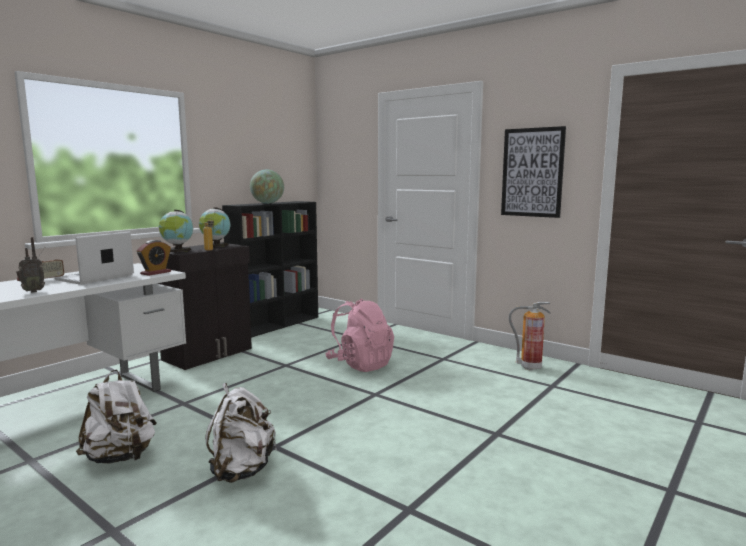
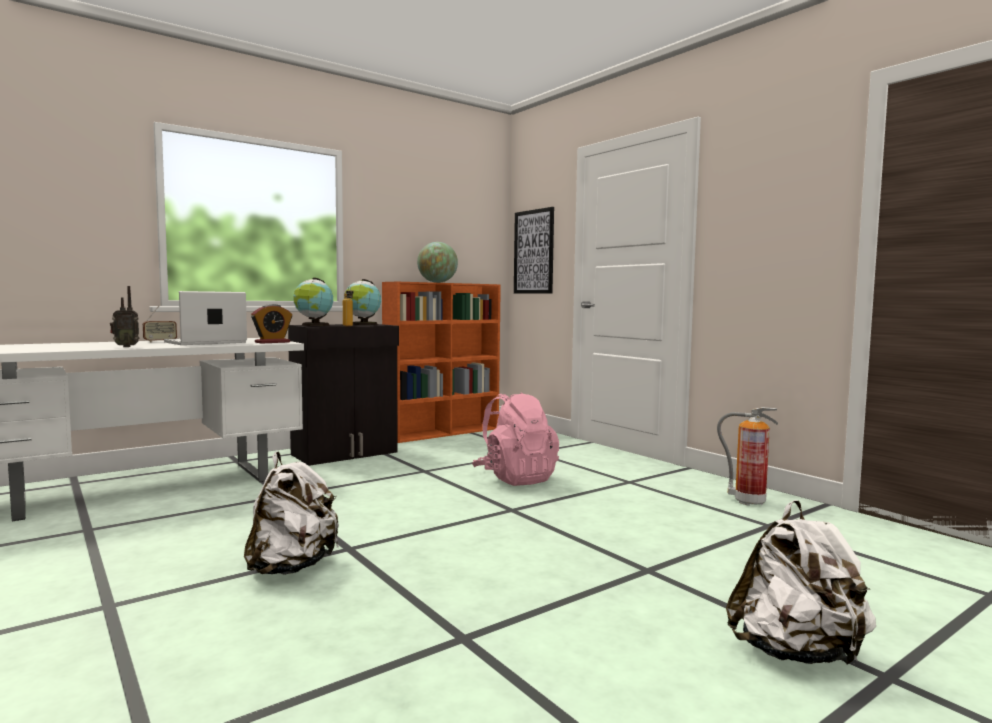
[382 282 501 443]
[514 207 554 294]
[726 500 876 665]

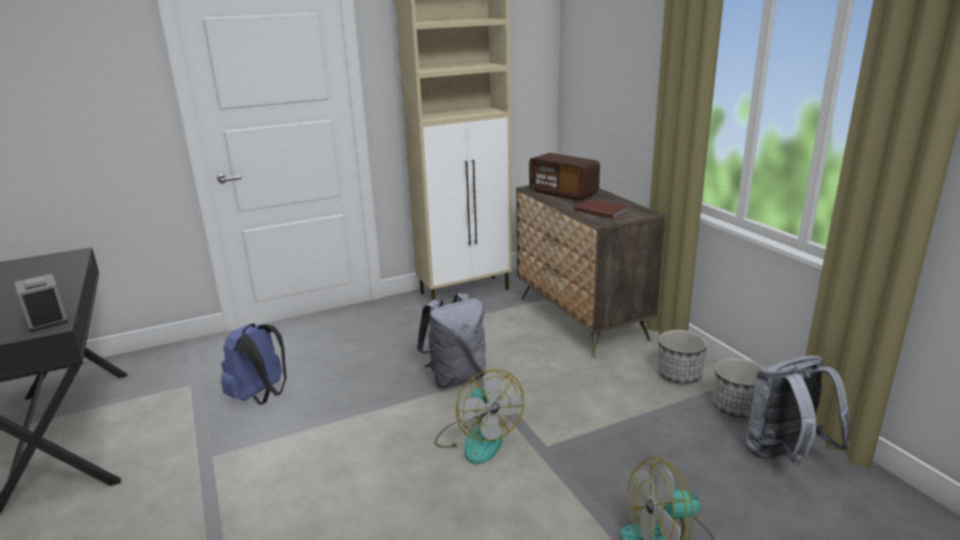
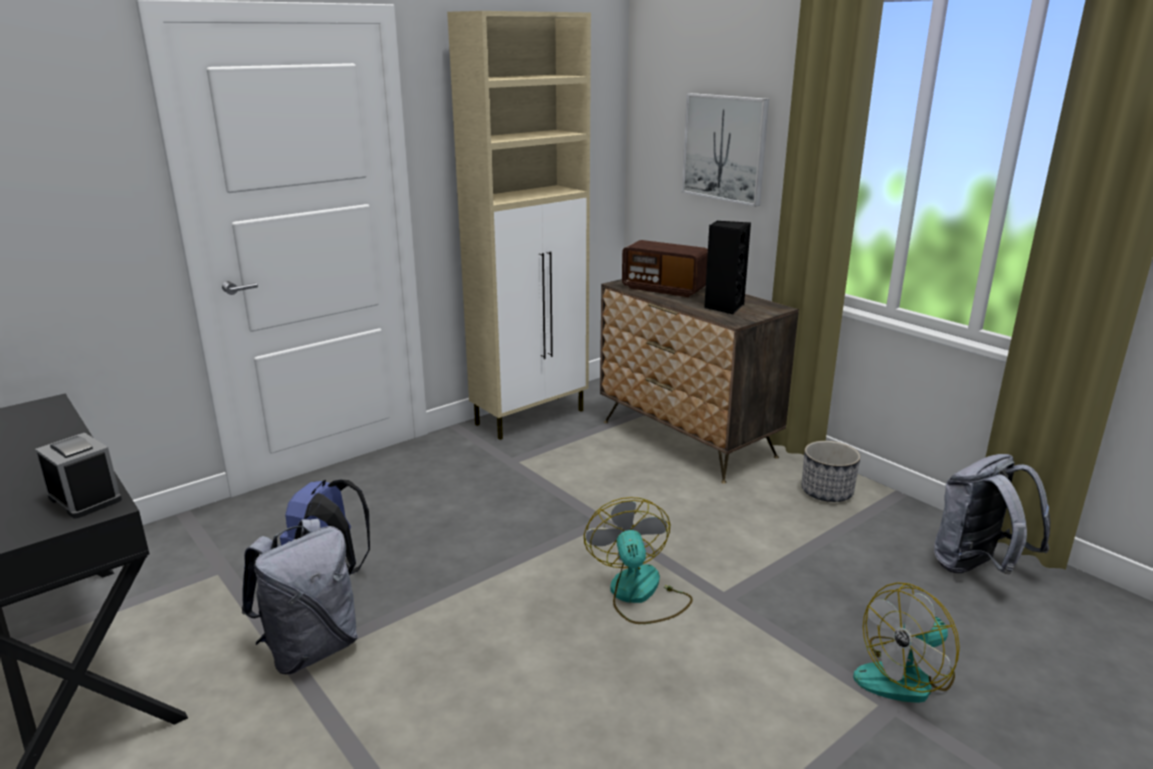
[242 519 358 674]
[584 497 693 624]
[682 93 769 207]
[704 220 751 315]
[712 358 765 418] (first image)

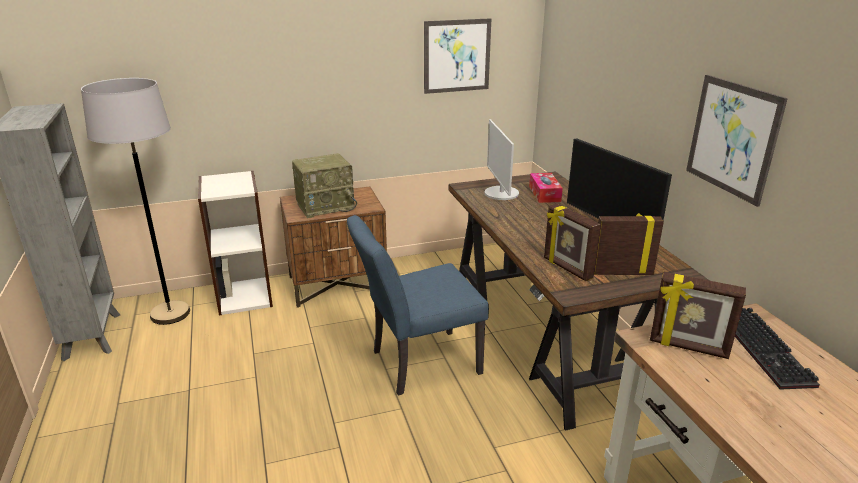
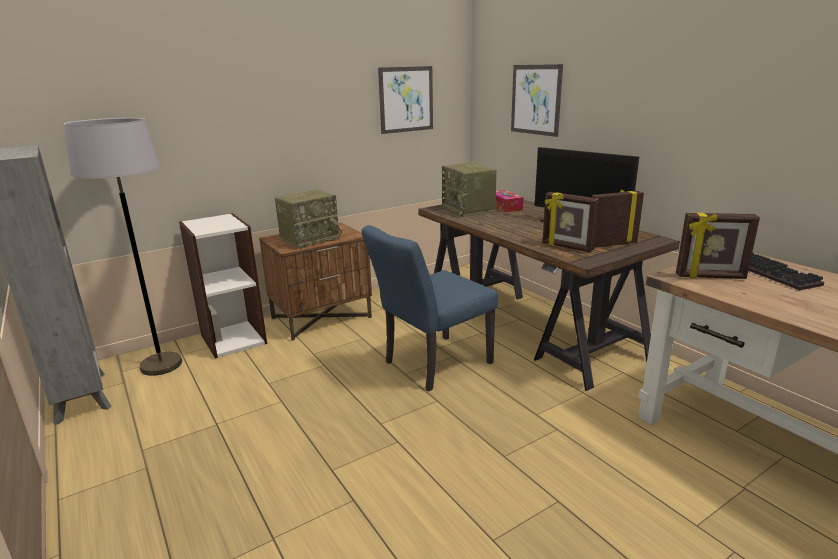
[442 162 497 217]
[511 64 563 137]

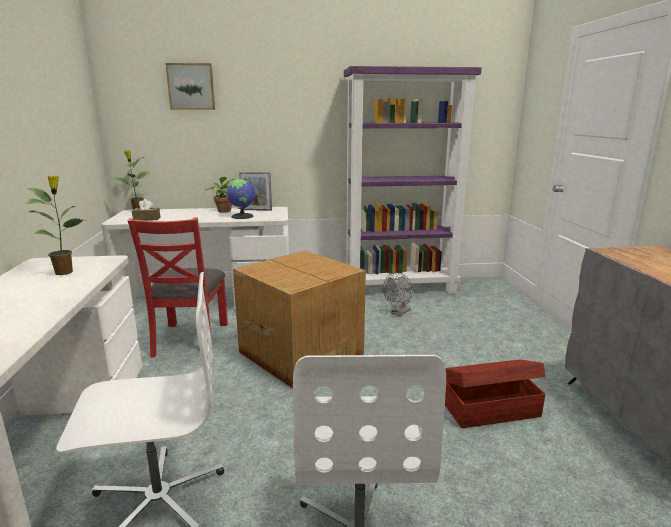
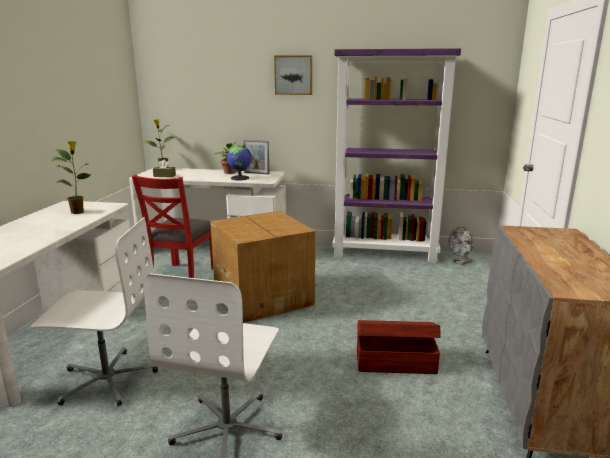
[274 55 312 95]
[448 227 474 265]

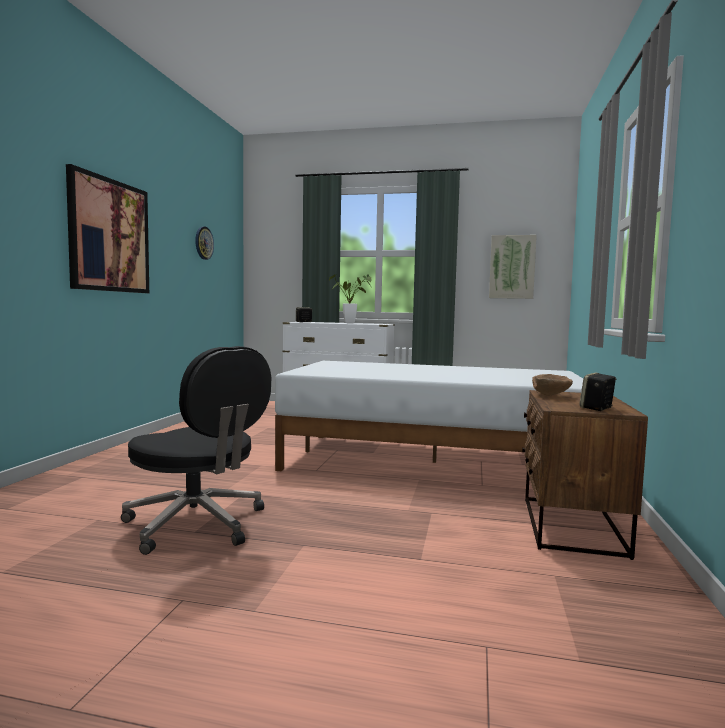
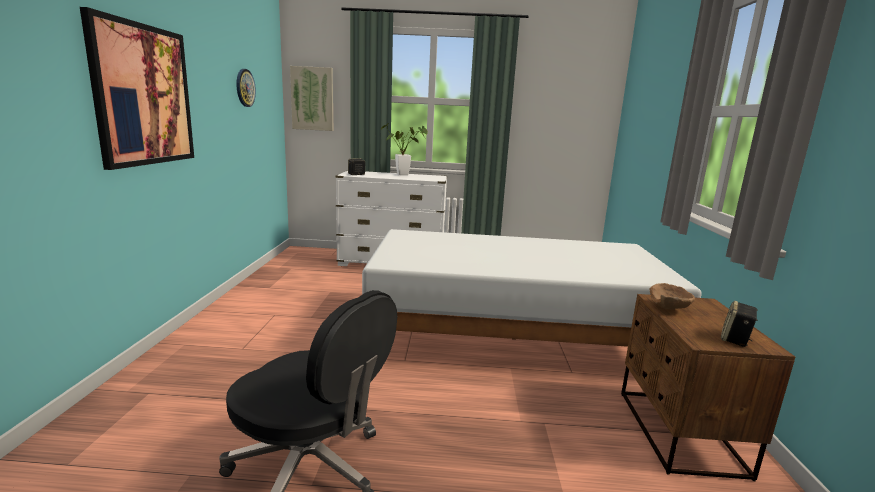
[290 66 333 131]

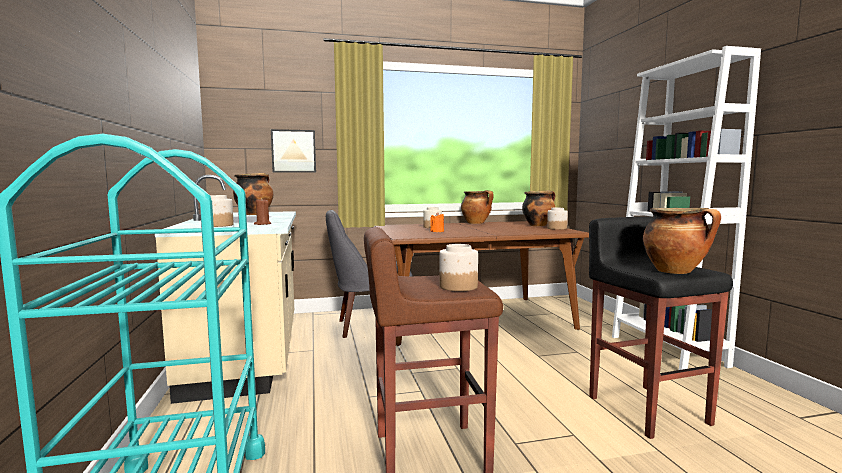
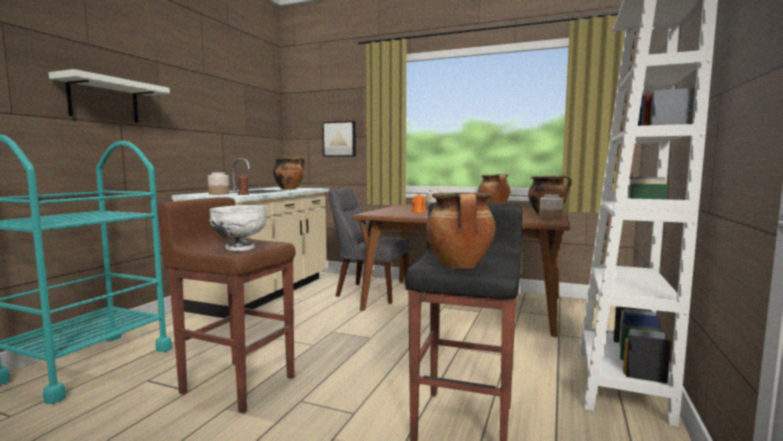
[49 69 170 123]
[209 205 266 251]

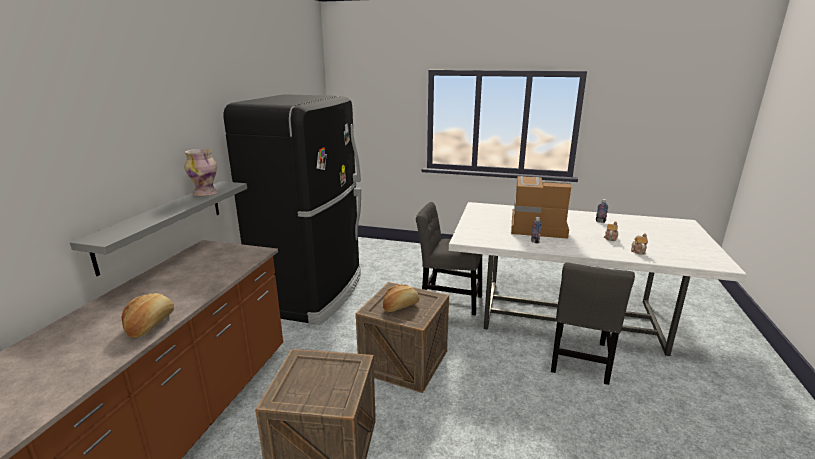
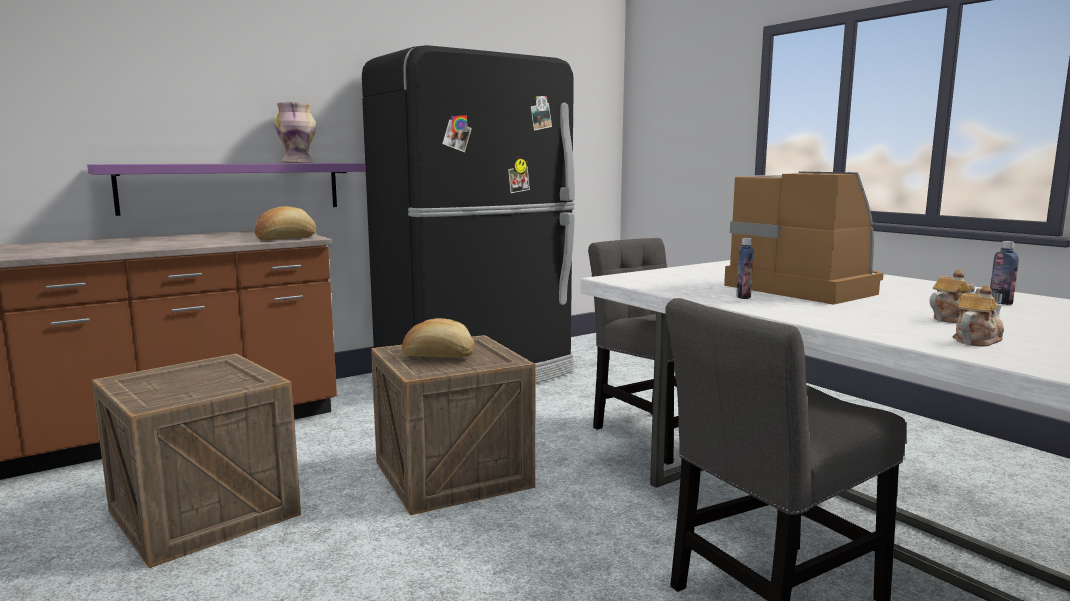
[87 163 365 216]
[255 206 316 240]

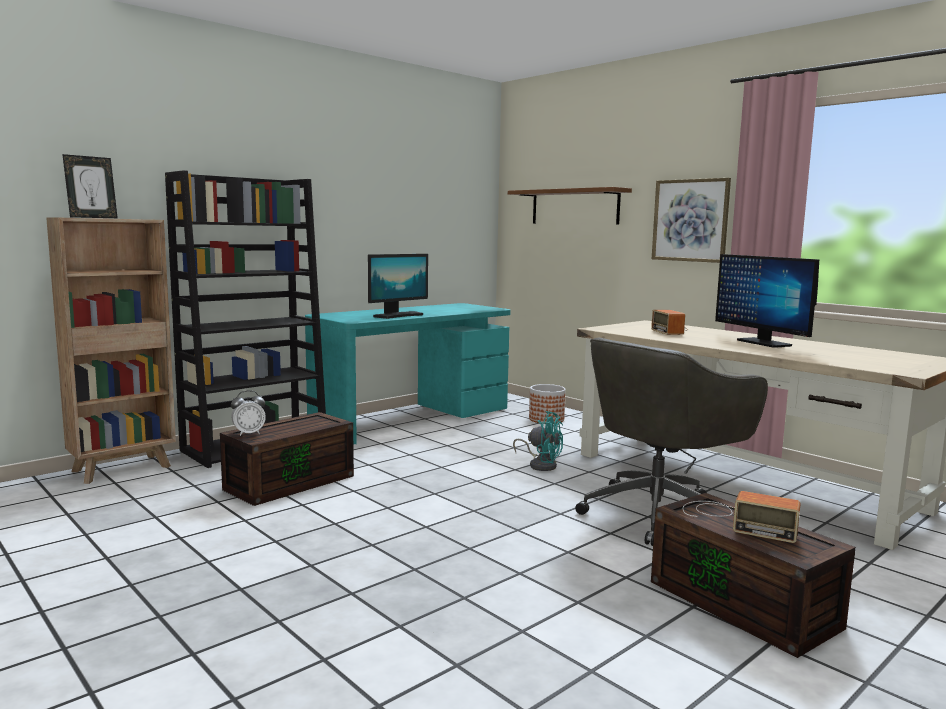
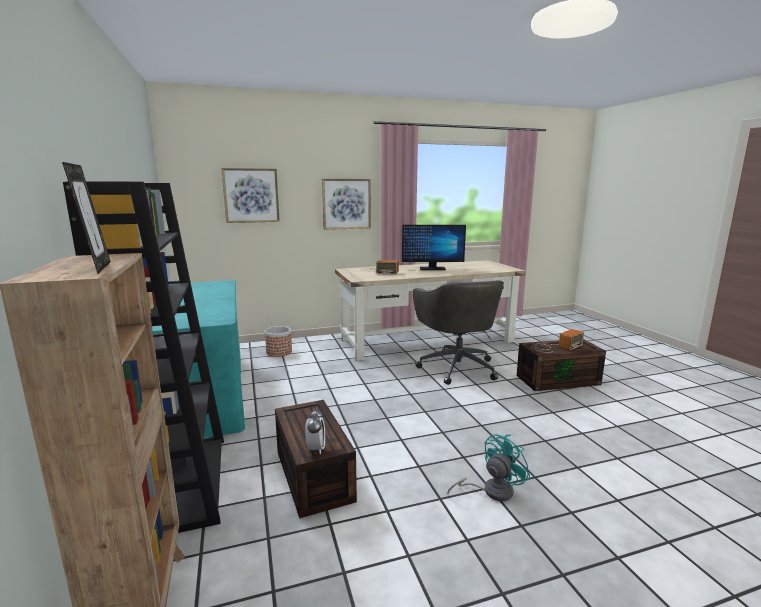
[221 168 280 223]
[447 434 531 501]
[368 254 428 319] (first image)

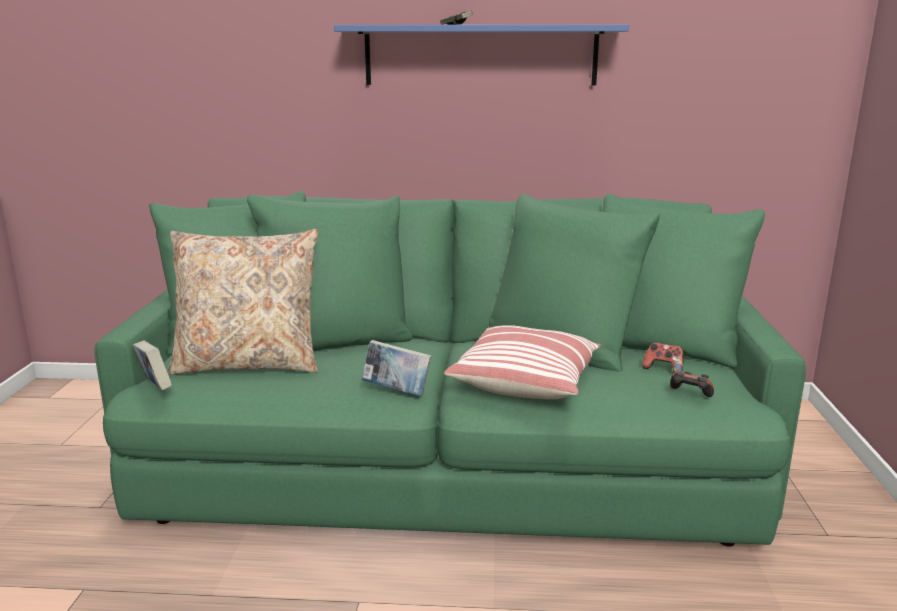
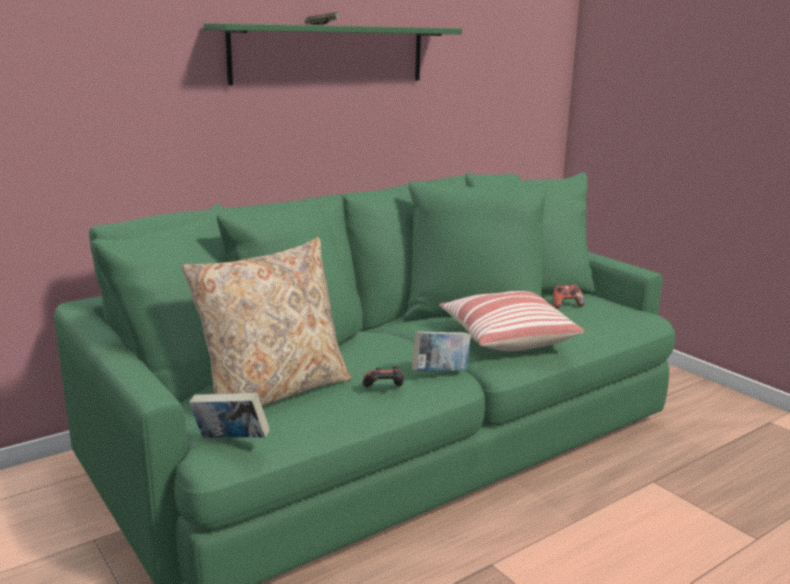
[203 23 462 86]
[363 366 404 387]

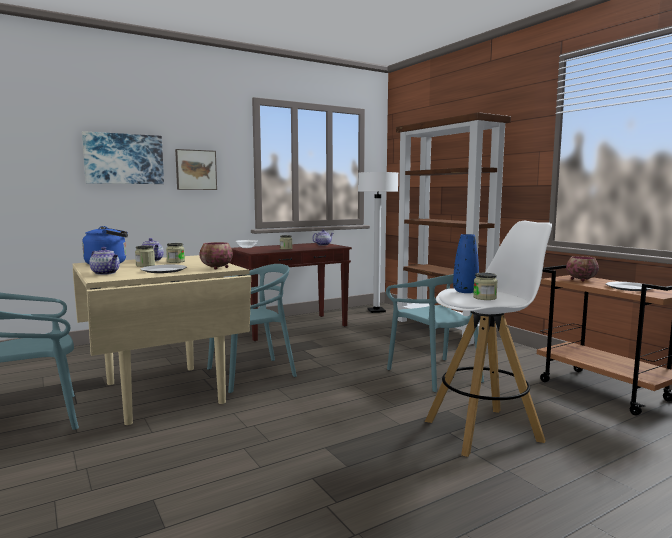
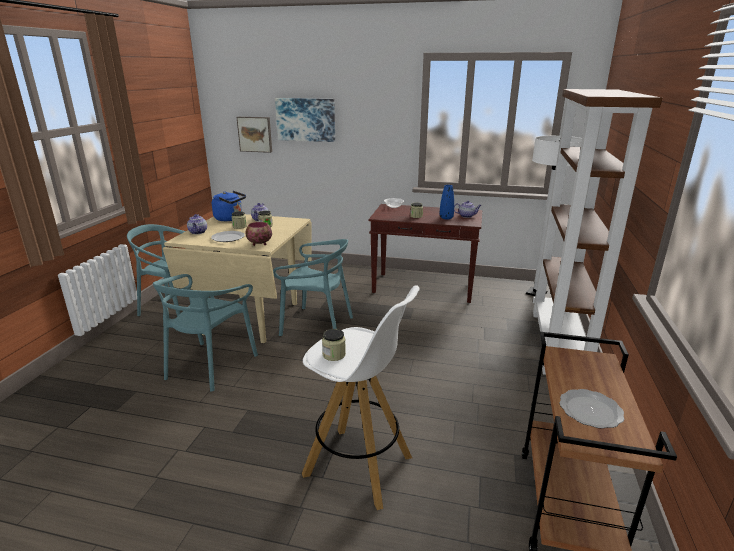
[153 274 258 392]
[237 117 272 153]
[440 185 454 220]
[566 256 599 282] (first image)

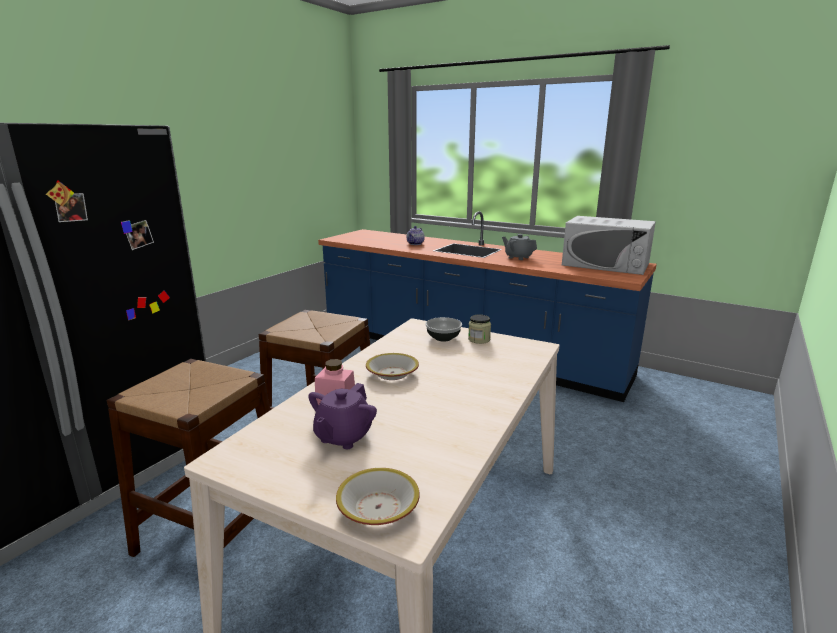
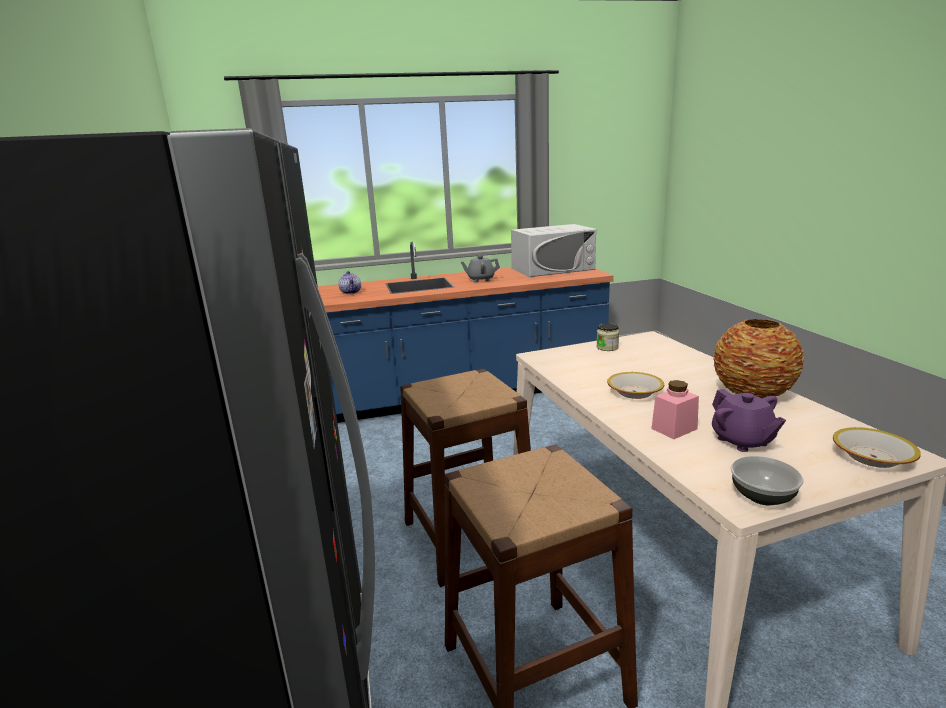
[713 319 804 398]
[731 456 804 505]

